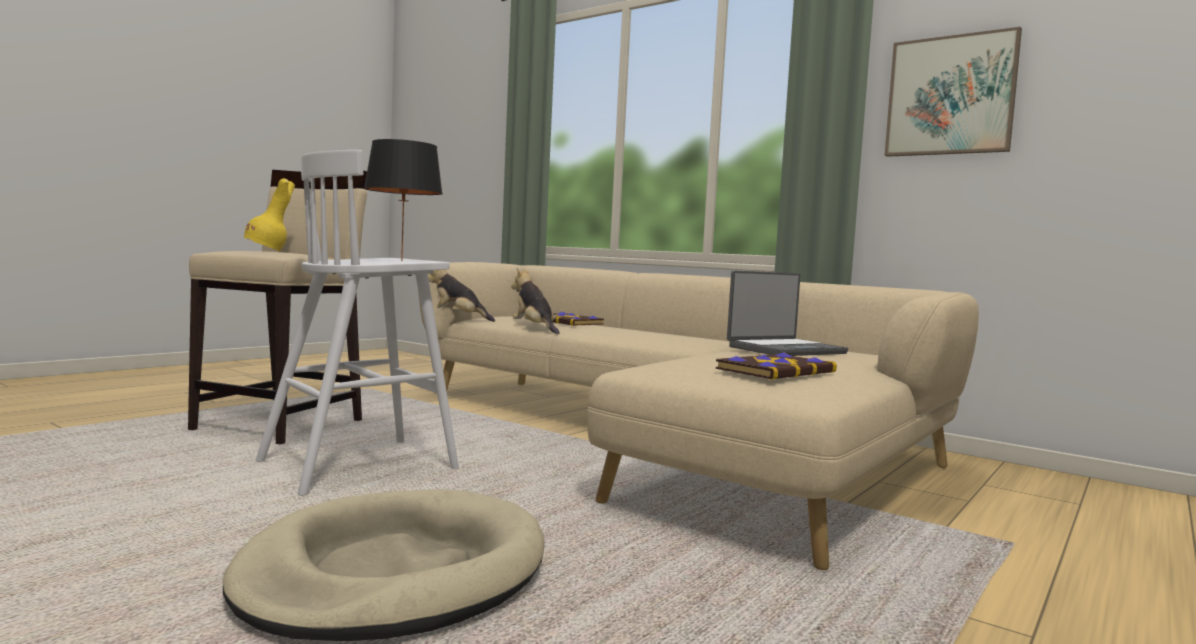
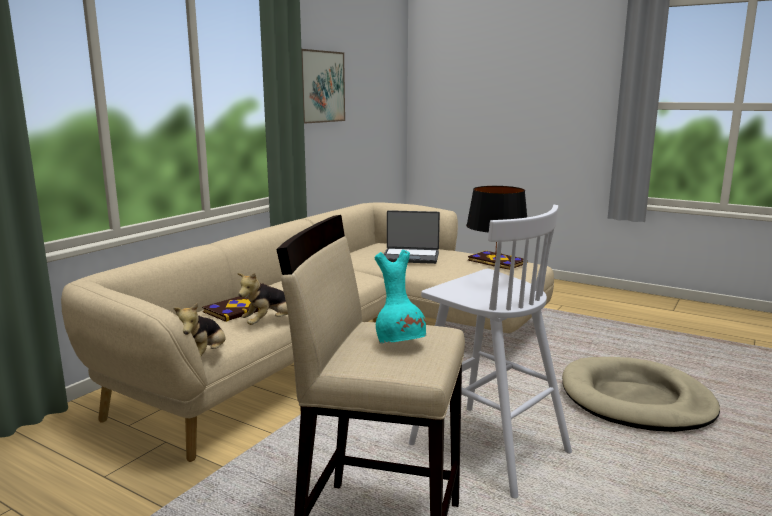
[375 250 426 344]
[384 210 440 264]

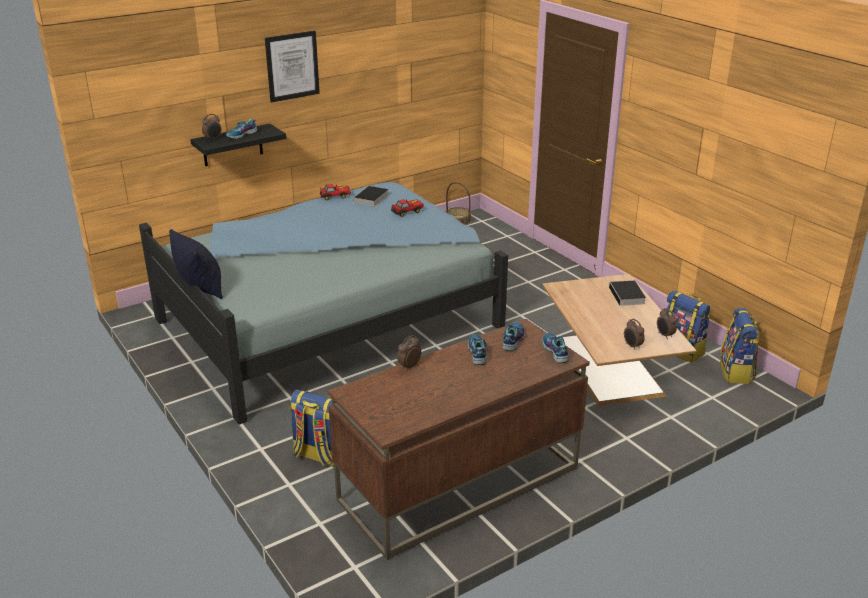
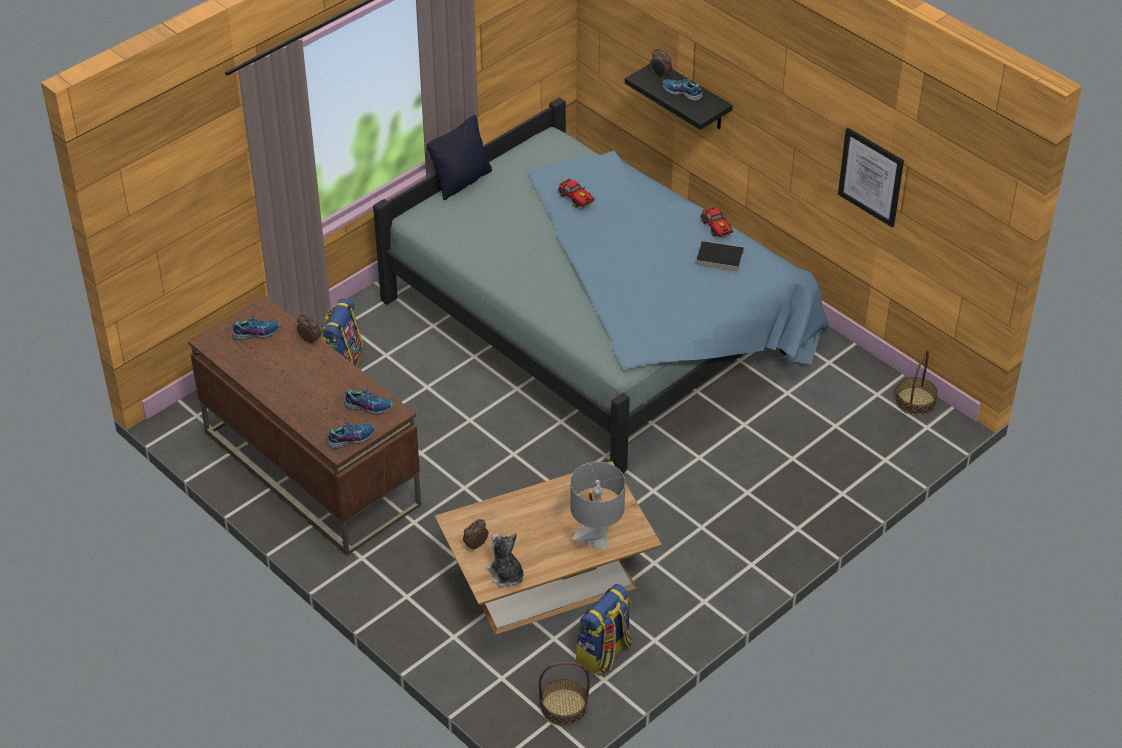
[232 314 280 340]
[486 533 524 587]
[539 662 590 726]
[558 178 594 208]
[570 462 625 549]
[838 128 904 227]

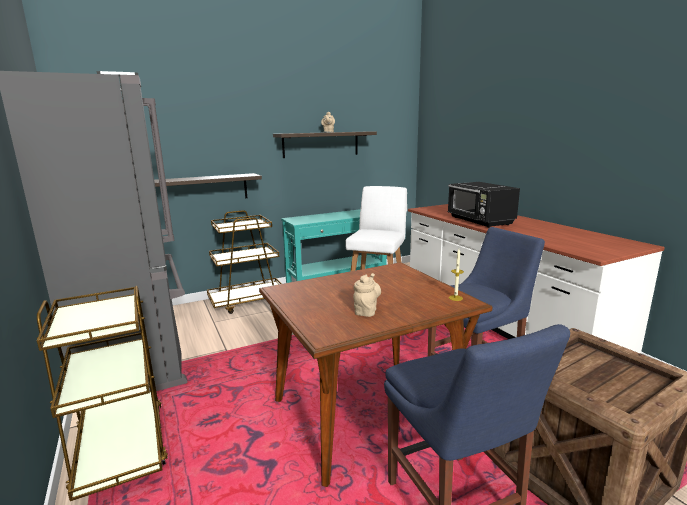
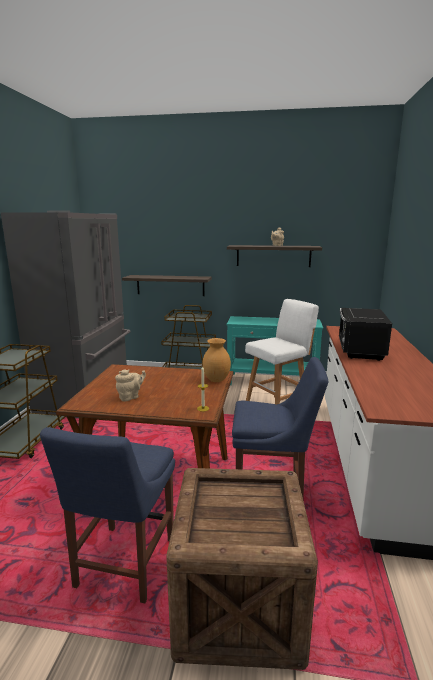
[203 338 231 382]

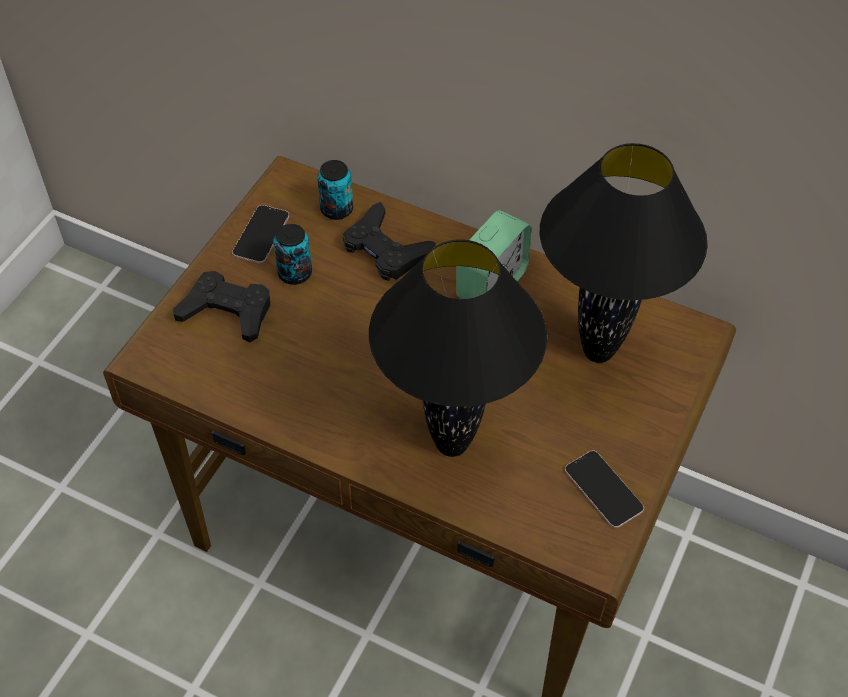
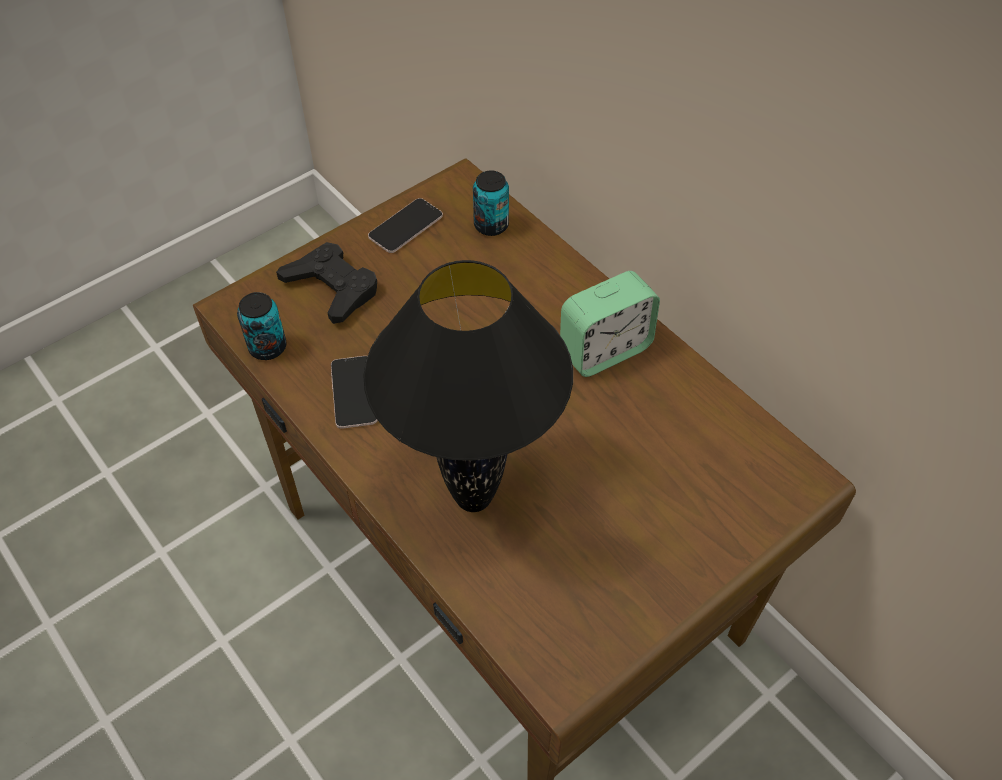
[237 292 287 360]
[331 356 378 429]
[343 202 435 281] (first image)
[540 143 708 363] (first image)

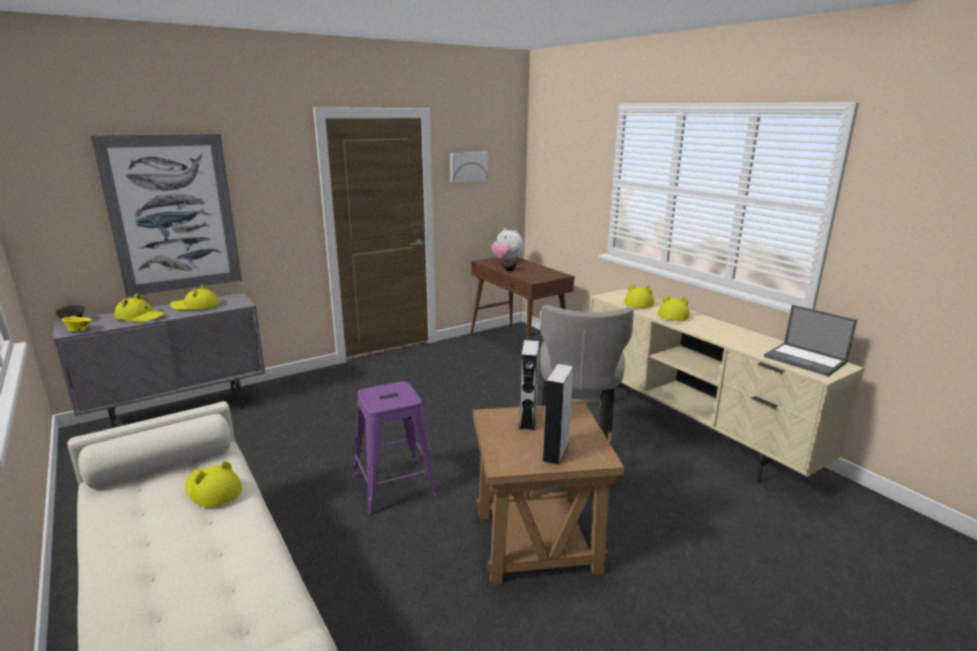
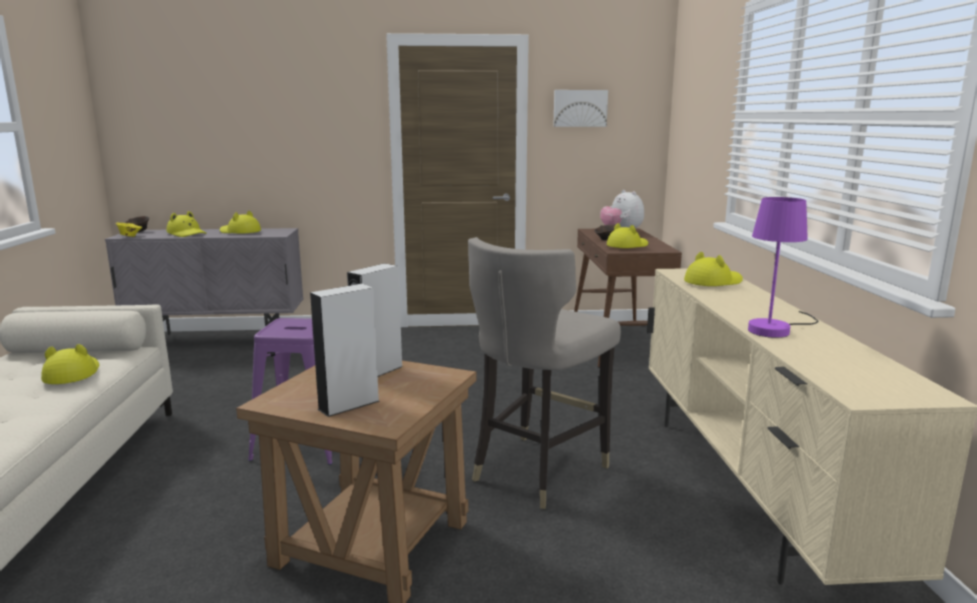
[607 223 648 248]
[748 197 819 338]
[91 134 242 297] (first image)
[764 305 857 377] (first image)

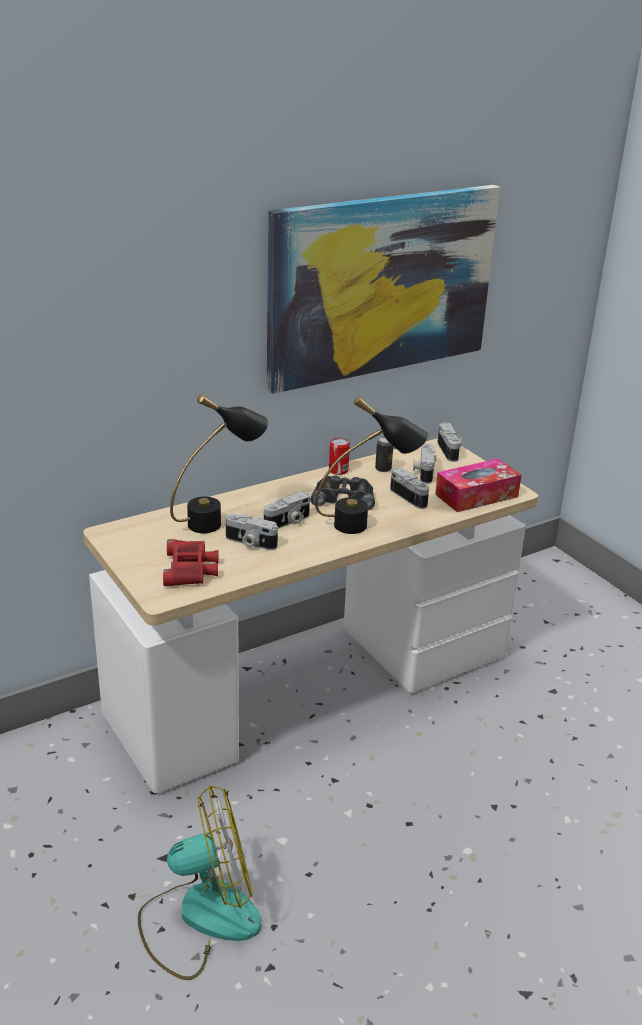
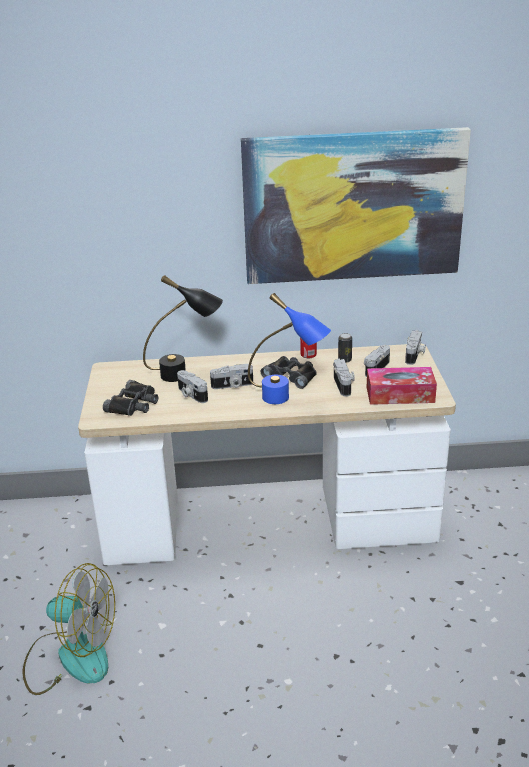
[103 380 158 416]
[248 293 331 404]

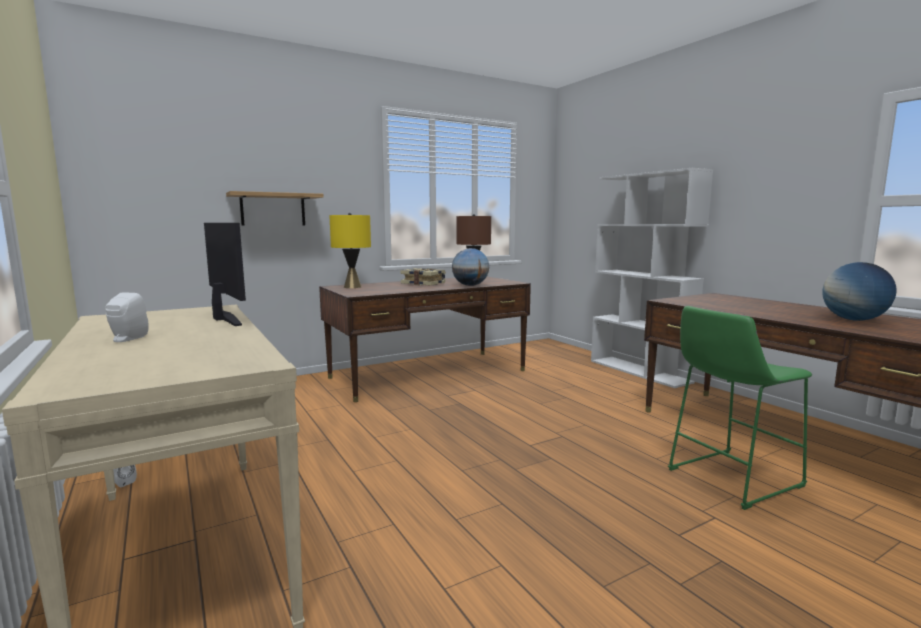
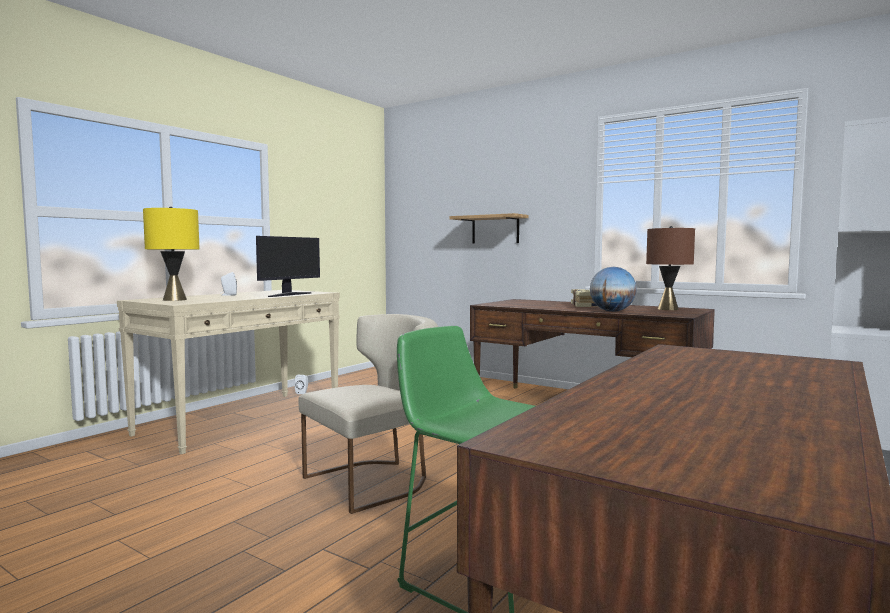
[143 207 200 301]
[299 314 438 514]
[822 262 897 321] (first image)

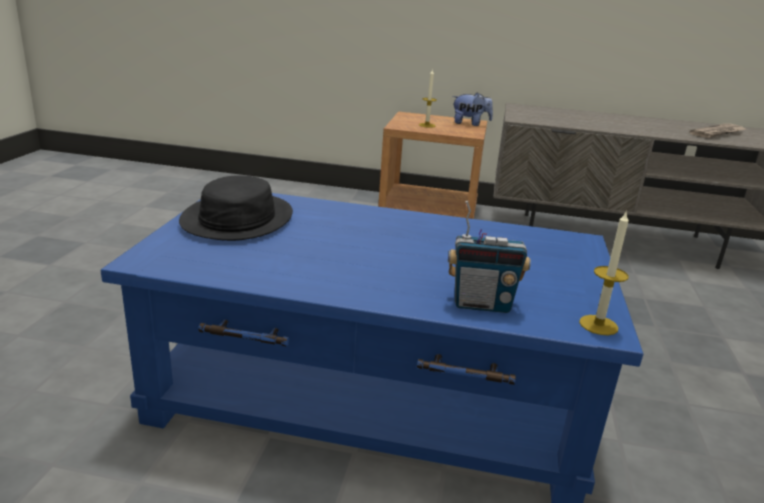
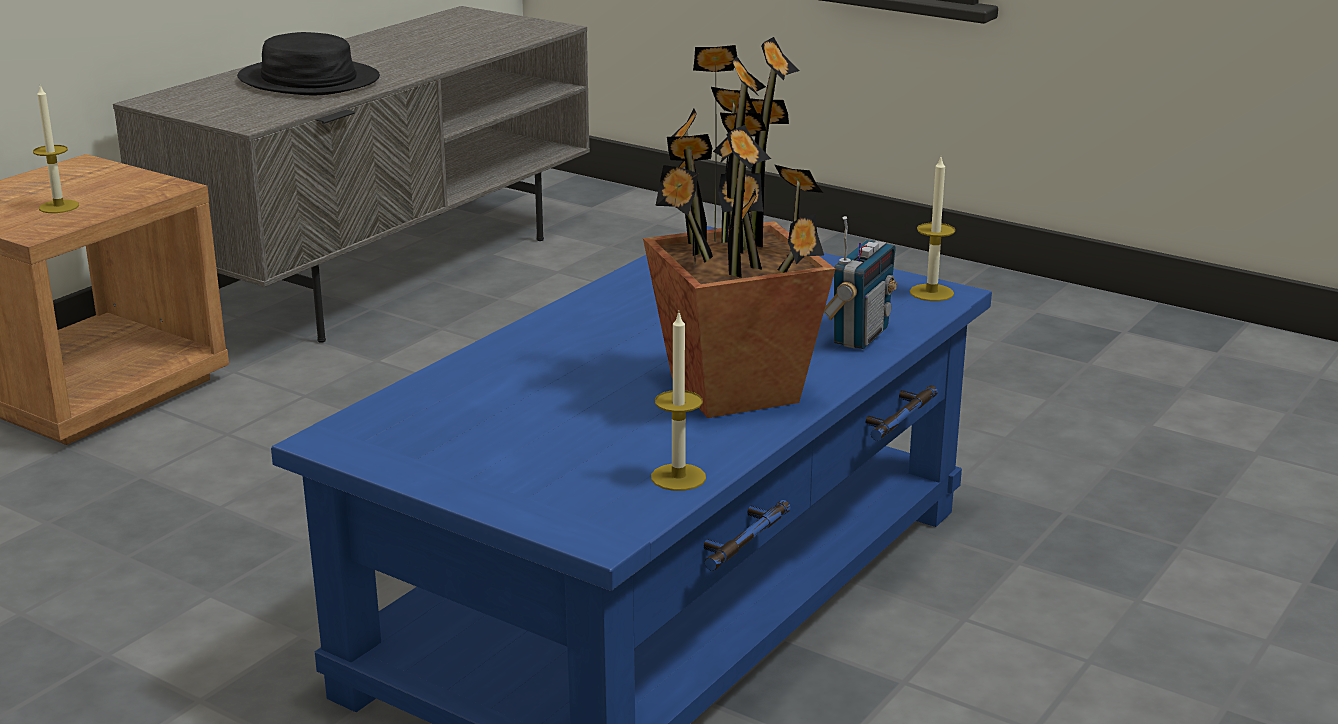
[237 32 380 95]
[643 37 835 418]
[651 313 706 491]
[452 92 493 126] (first image)
[690 123 747 138] (first image)

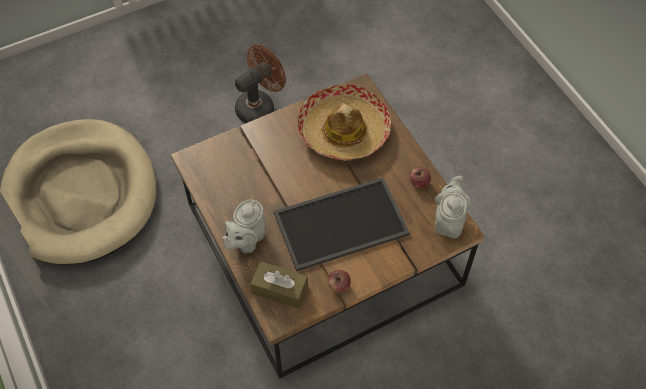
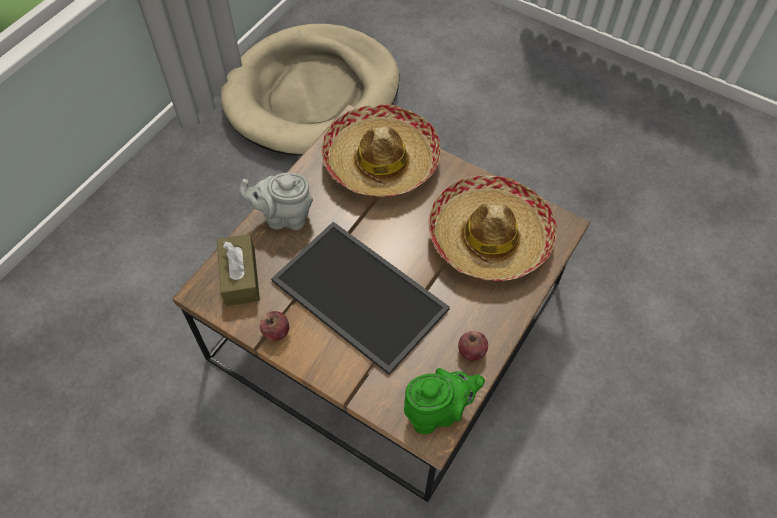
[321 104 441 197]
[404 368 485 434]
[235 45 286 123] (first image)

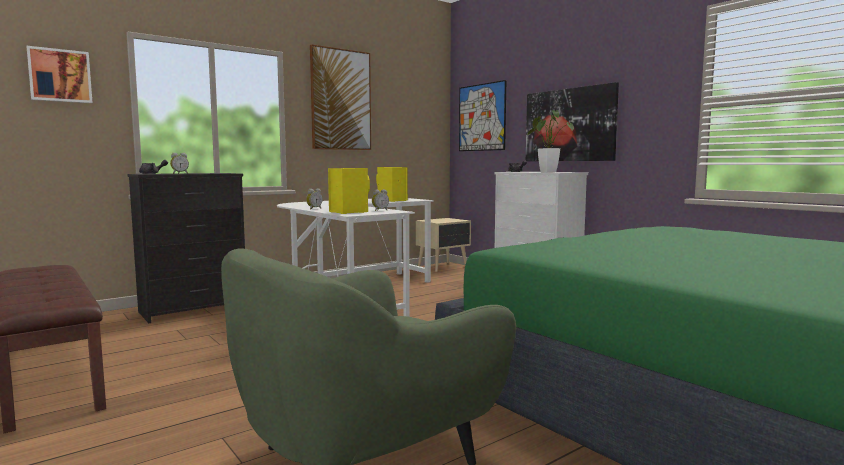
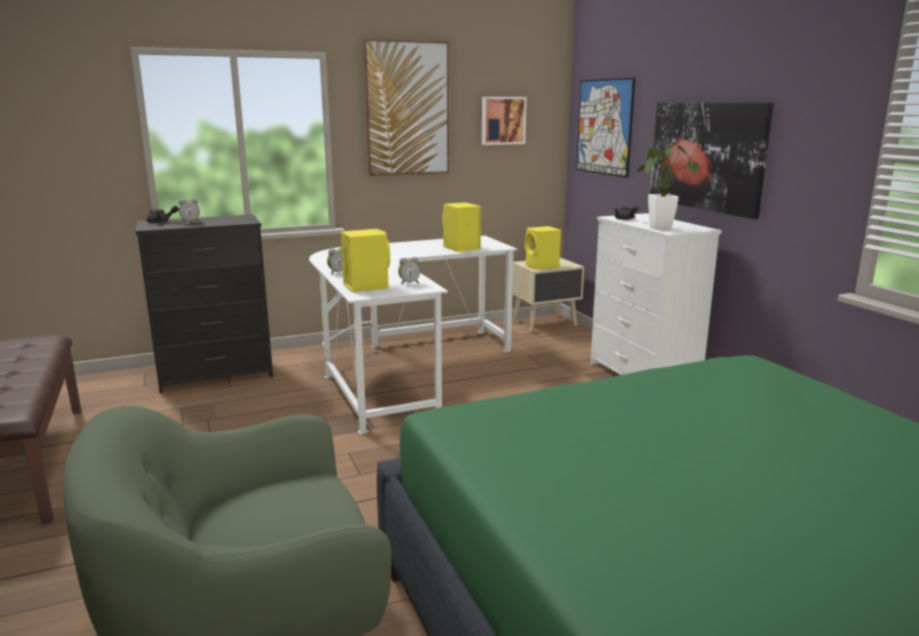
[482 97 527 145]
[525 226 561 270]

